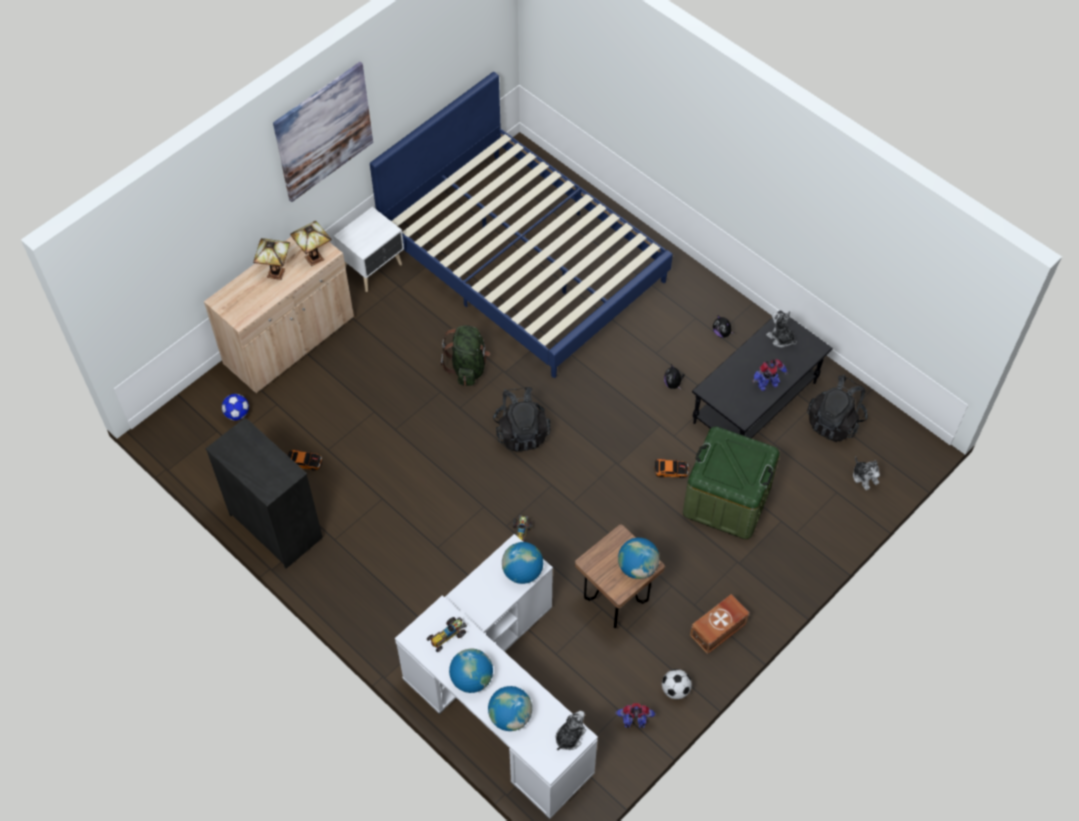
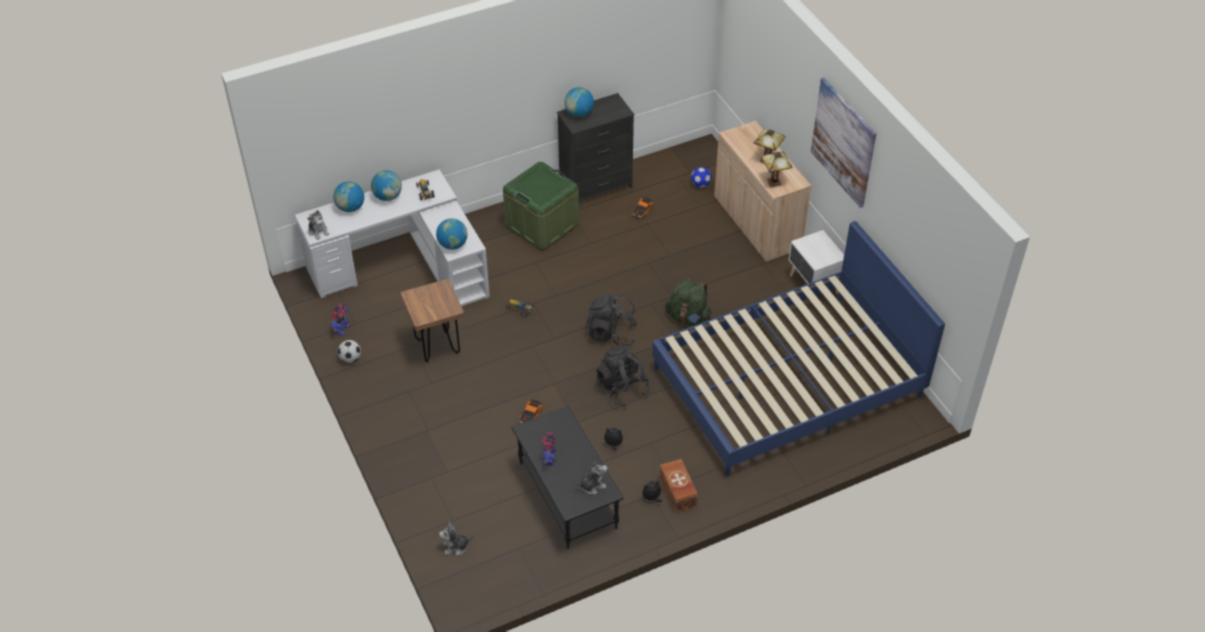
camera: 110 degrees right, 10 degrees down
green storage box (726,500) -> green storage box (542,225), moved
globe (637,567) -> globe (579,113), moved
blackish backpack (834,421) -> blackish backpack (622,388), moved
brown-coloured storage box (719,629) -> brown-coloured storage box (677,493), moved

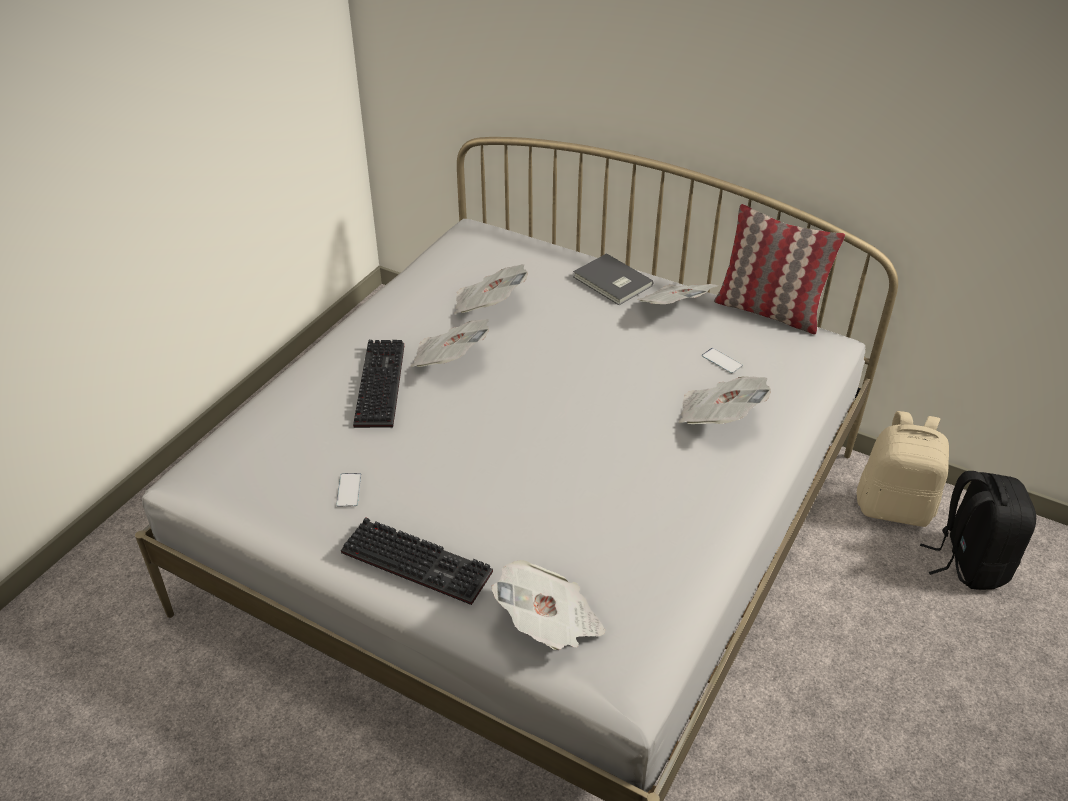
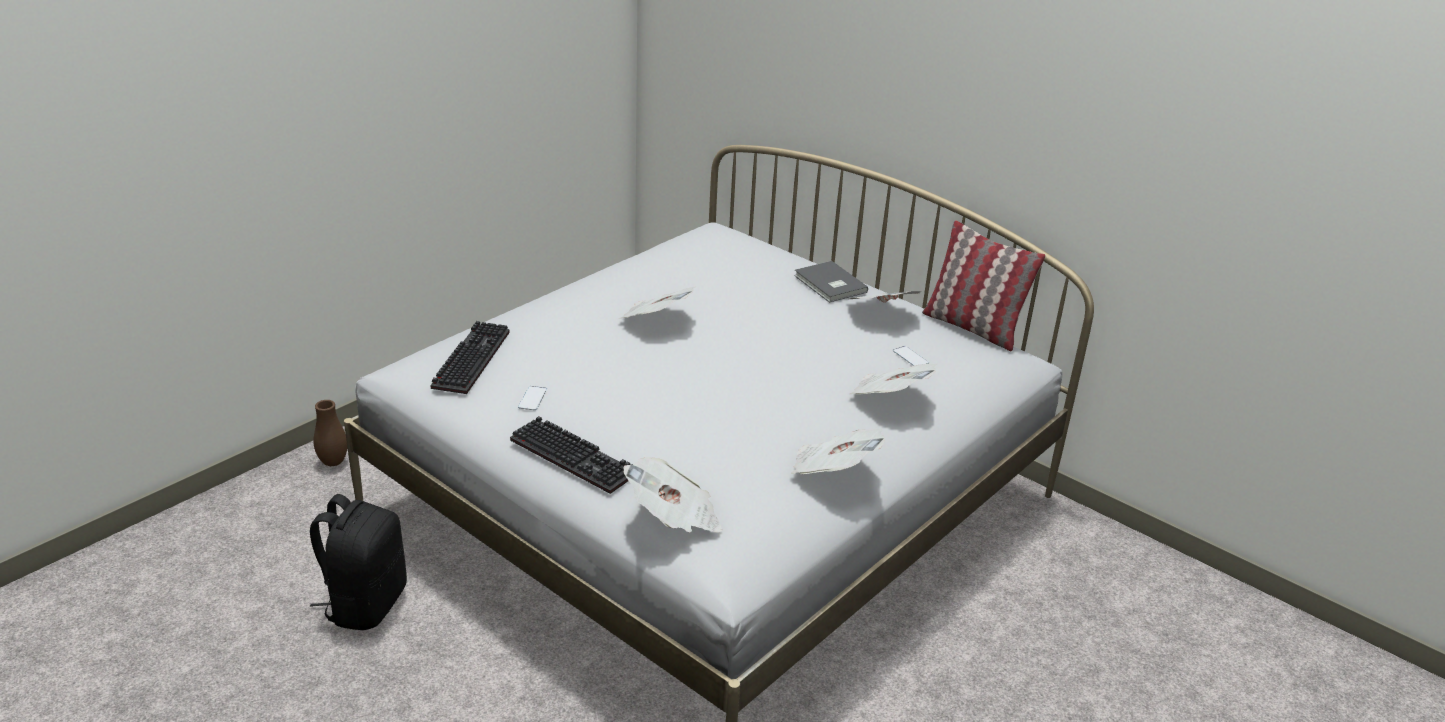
camera: 10 degrees right, 10 degrees down
blackish backpack (968,562) -> blackish backpack (365,604), moved
none -> brown-coloured decorative vase (333,462)
keyboard (377,383) -> keyboard (470,358), moved
printed paper (489,306) -> printed paper (833,471), moved
beige backpack (894,507) -> none

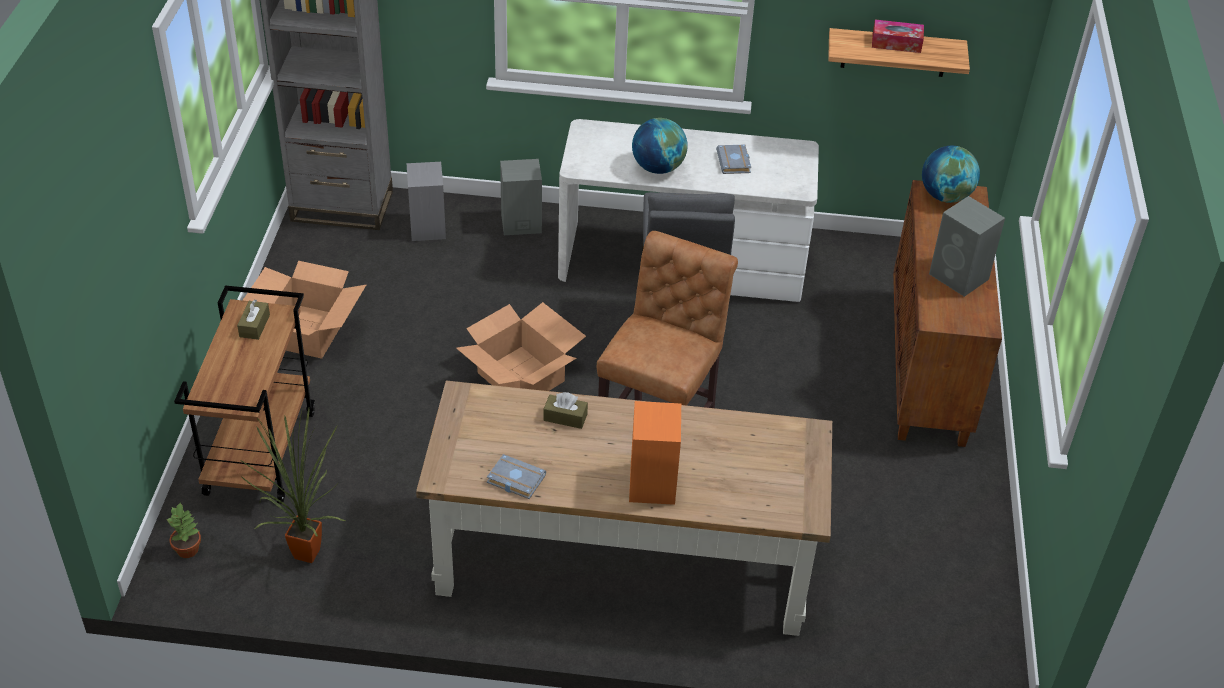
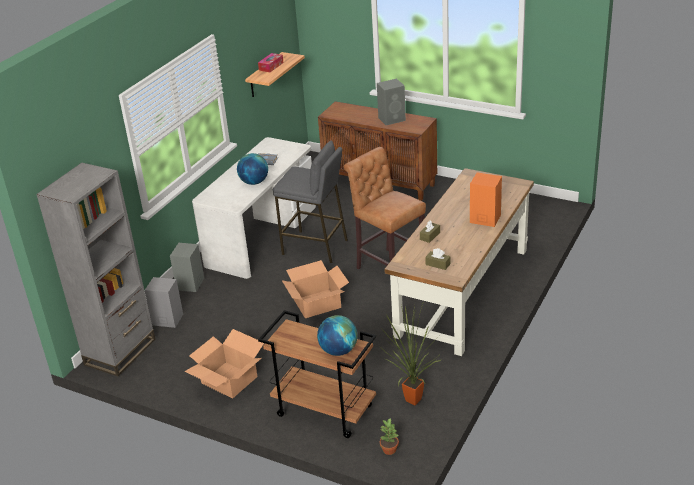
camera: 65 degrees left, 10 degrees down
globe (945,196) -> globe (338,350), moved
brown-coloured tissue box (254,326) -> brown-coloured tissue box (438,264), moved
greyish book (514,480) -> none

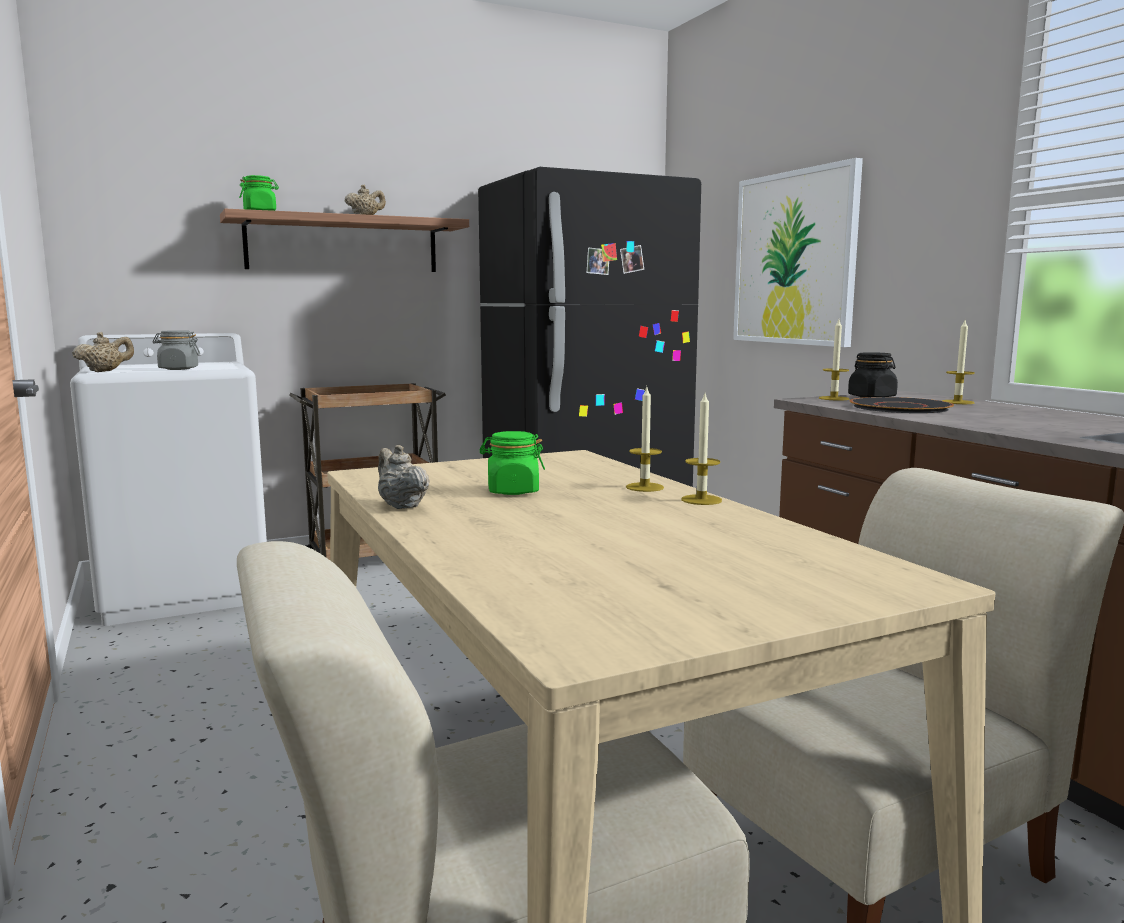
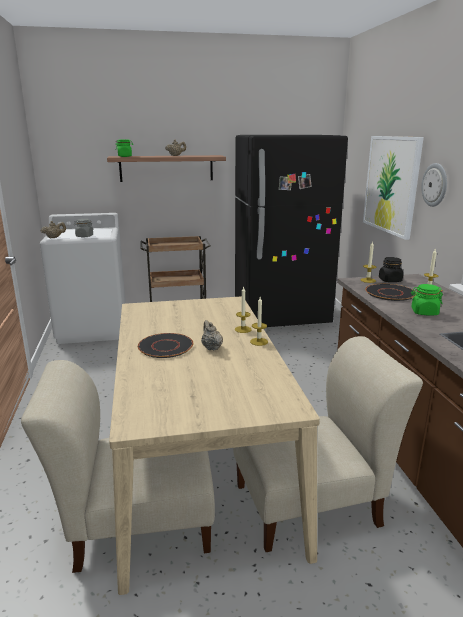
camera: 15 degrees right, 10 degrees up
none -> blackish flat dish (165,346)
beige teapot (401,506) -> beige teapot (211,347), moved
green jar (512,491) -> green jar (424,312), moved
none -> clock on the wall (435,185)

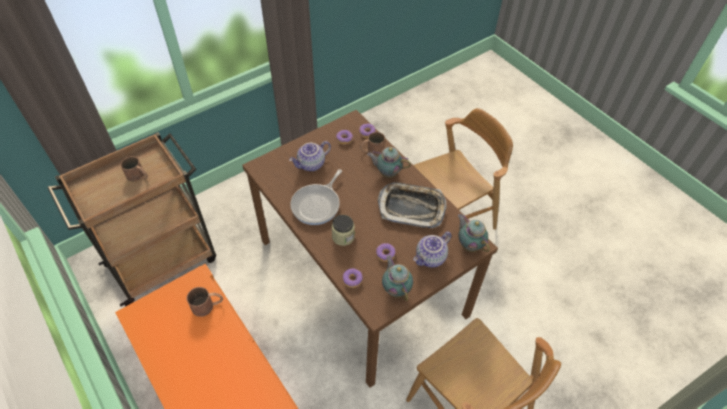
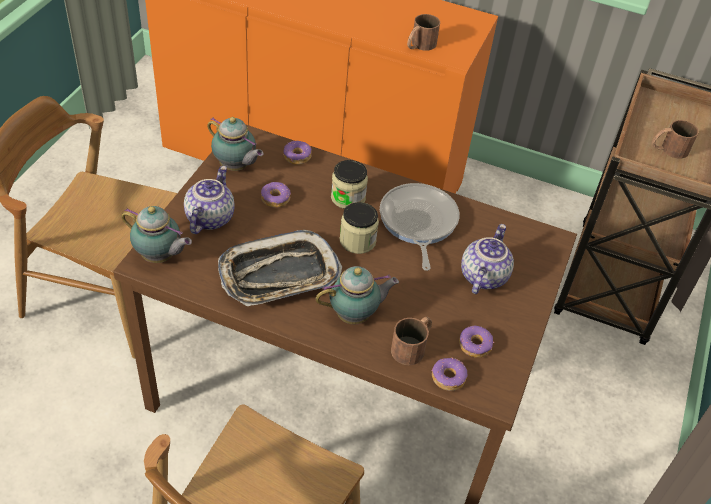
camera: 145 degrees right, 5 degrees down
none -> jar (357,241)

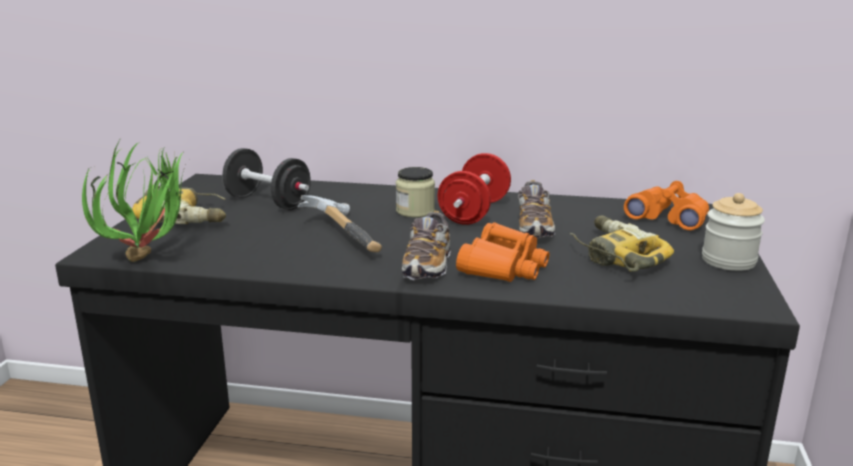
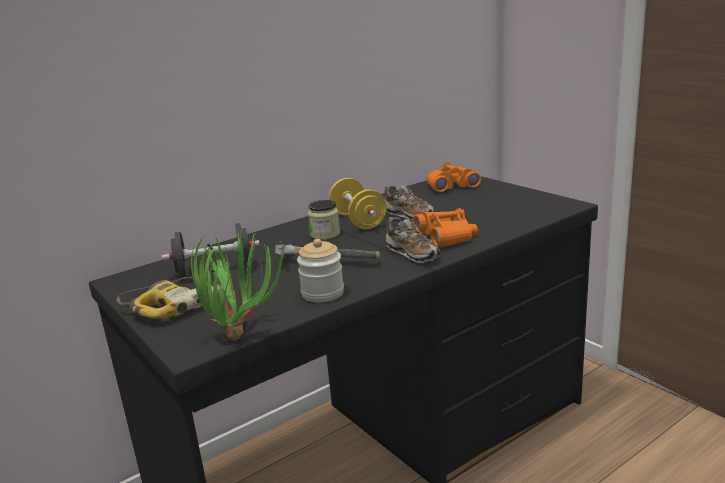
camera: 45 degrees left, 0 degrees up
jar (728,261) -> jar (322,293), moved
reddish hand weight (474,212) -> yellowish hand weight (358,221)
drill (613,255) -> none

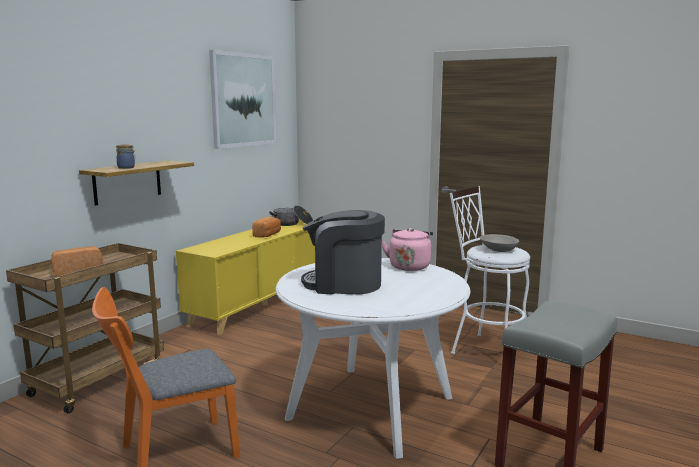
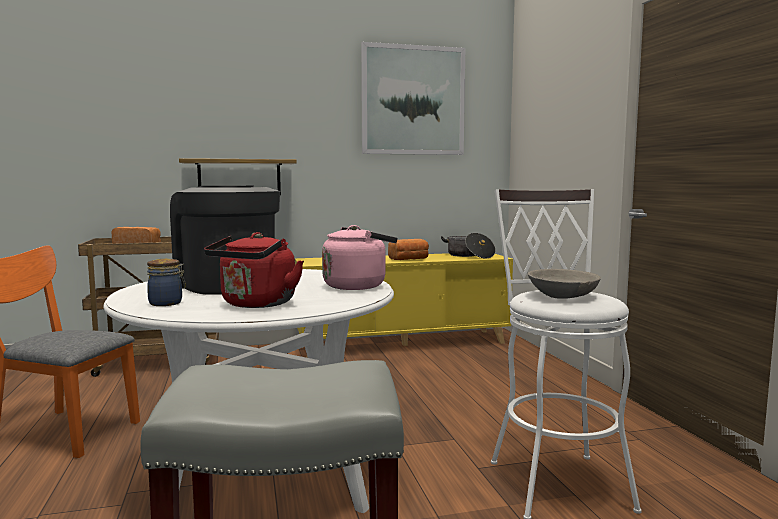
camera: 45 degrees right, 5 degrees down
jar (127,167) -> jar (167,303), moved
none -> reddish kettle (256,304)

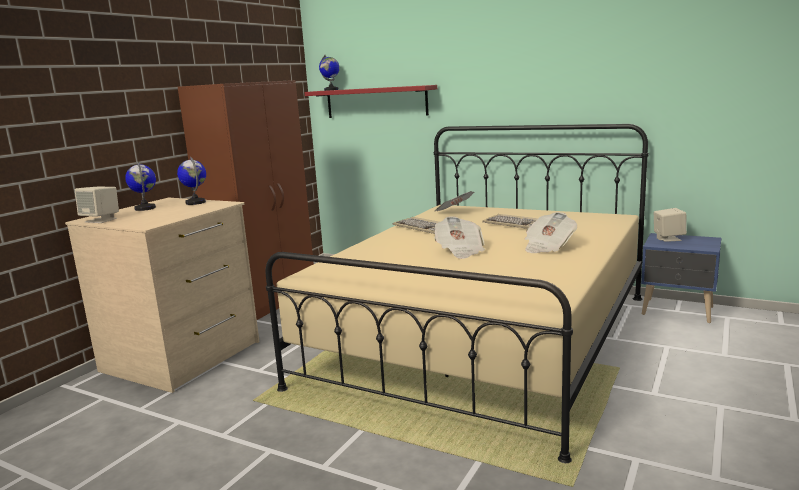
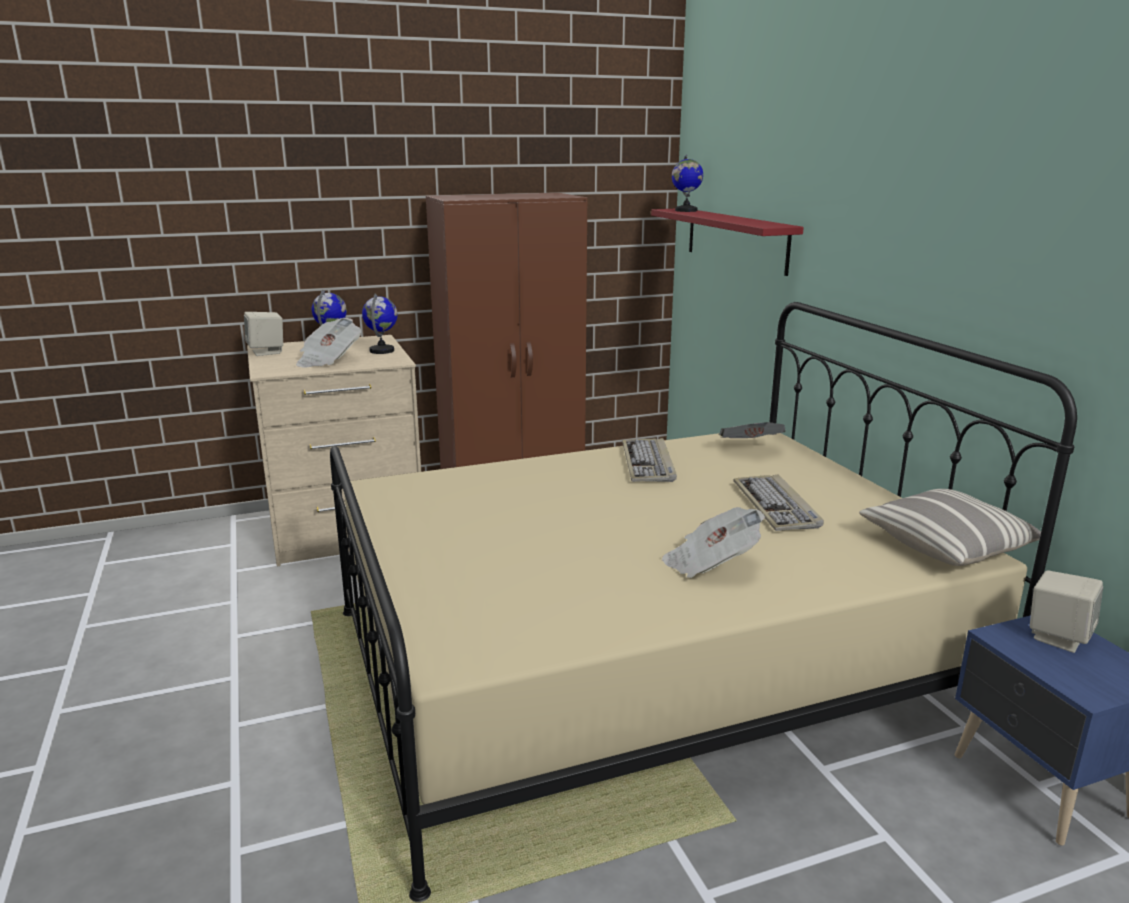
camera: 40 degrees right, 5 degrees up
printed paper (459,251) -> printed paper (328,361), moved
none -> cushion (948,546)

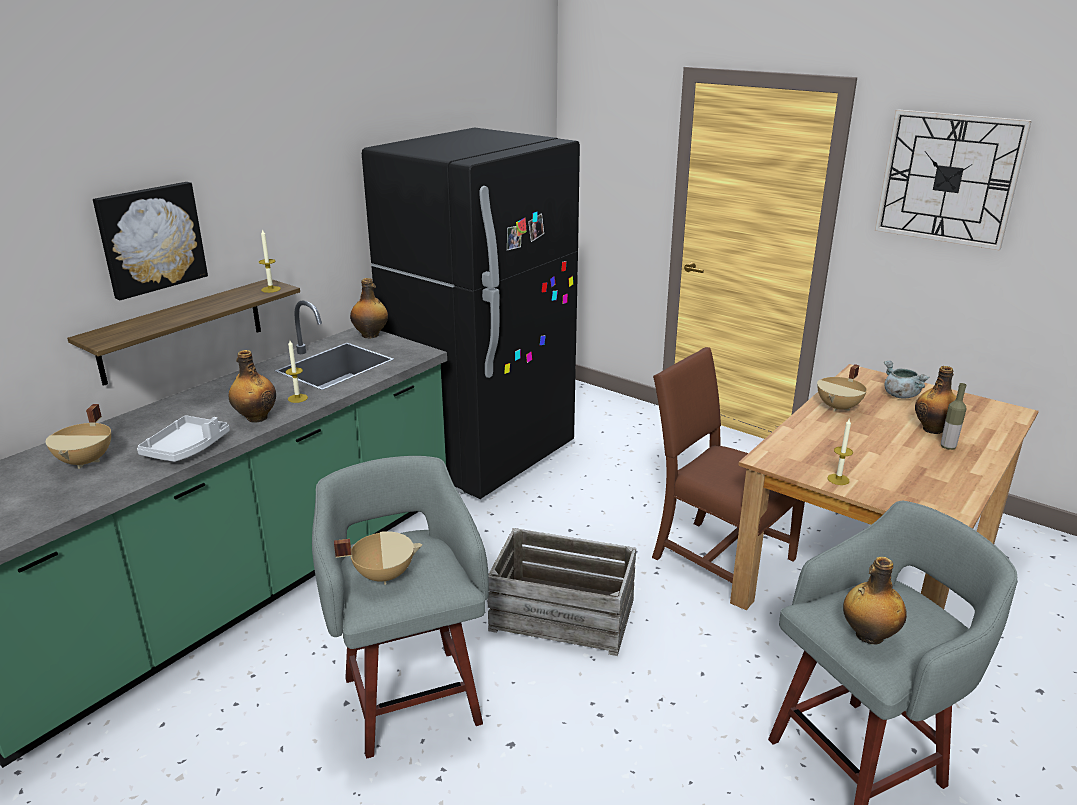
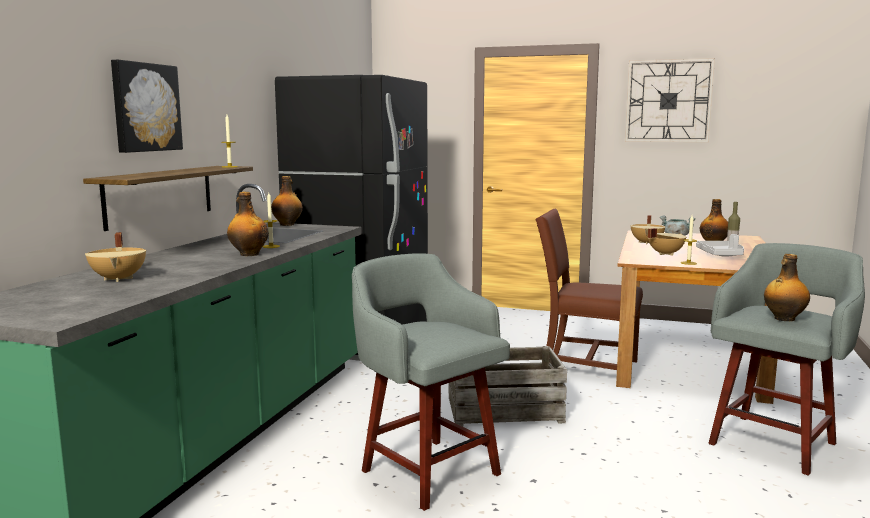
camera: 20 degrees left, 15 degrees down
beige saucepot (383,575) -> beige saucepot (664,254), moved
greyish tray (187,448) -> greyish tray (721,255), moved

